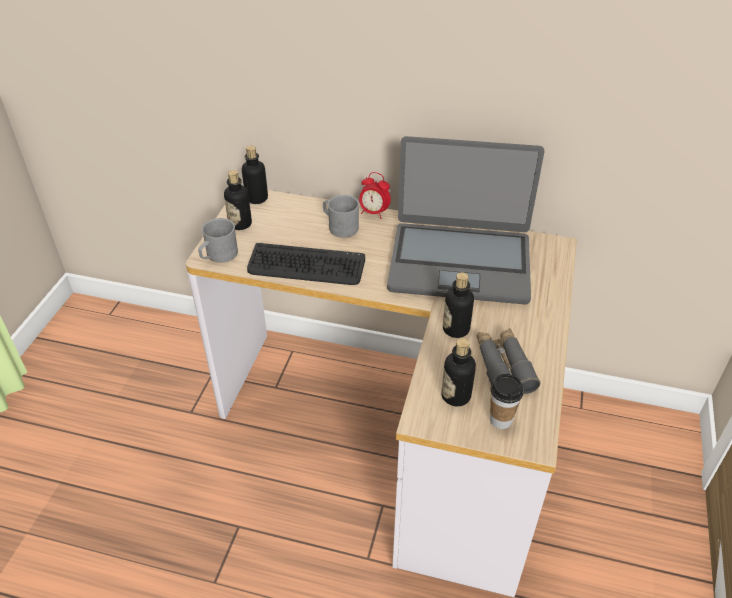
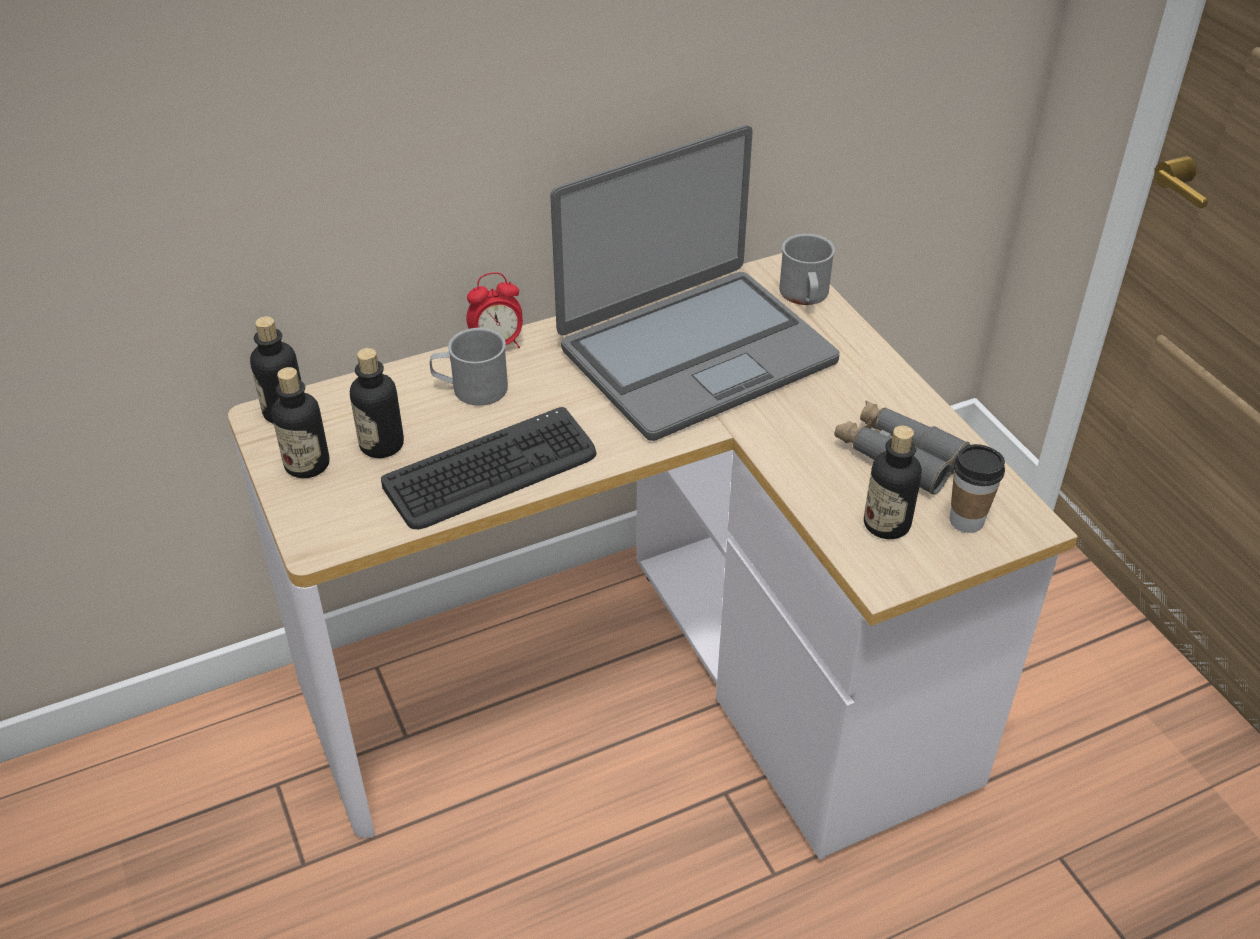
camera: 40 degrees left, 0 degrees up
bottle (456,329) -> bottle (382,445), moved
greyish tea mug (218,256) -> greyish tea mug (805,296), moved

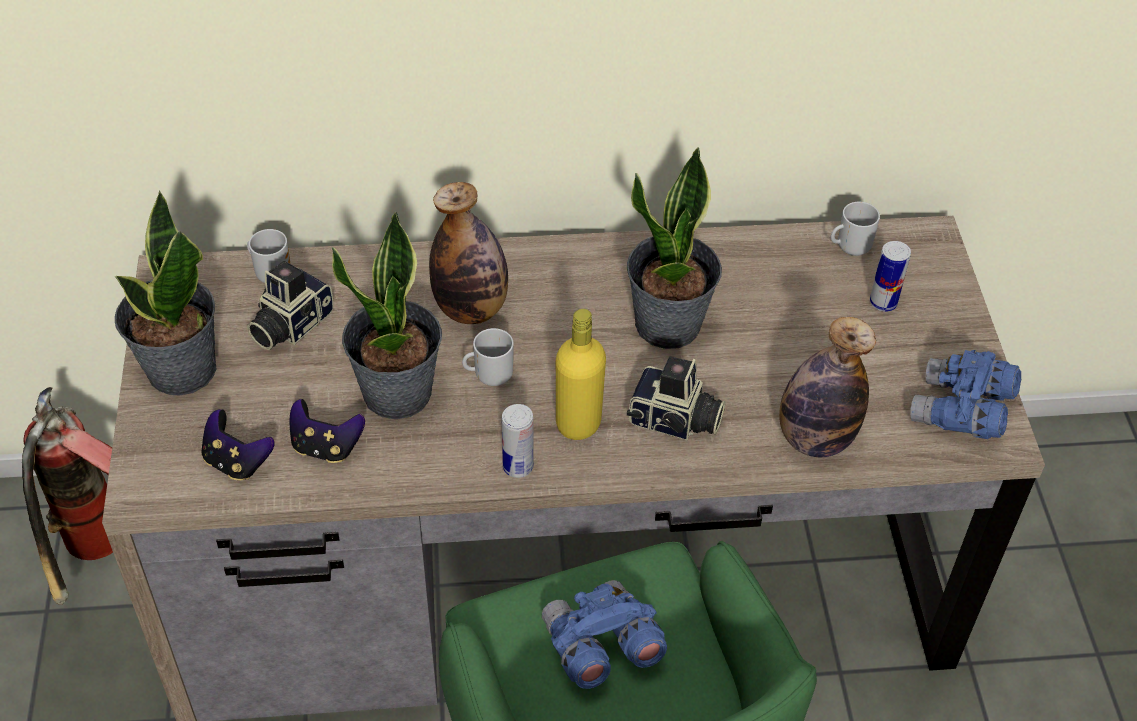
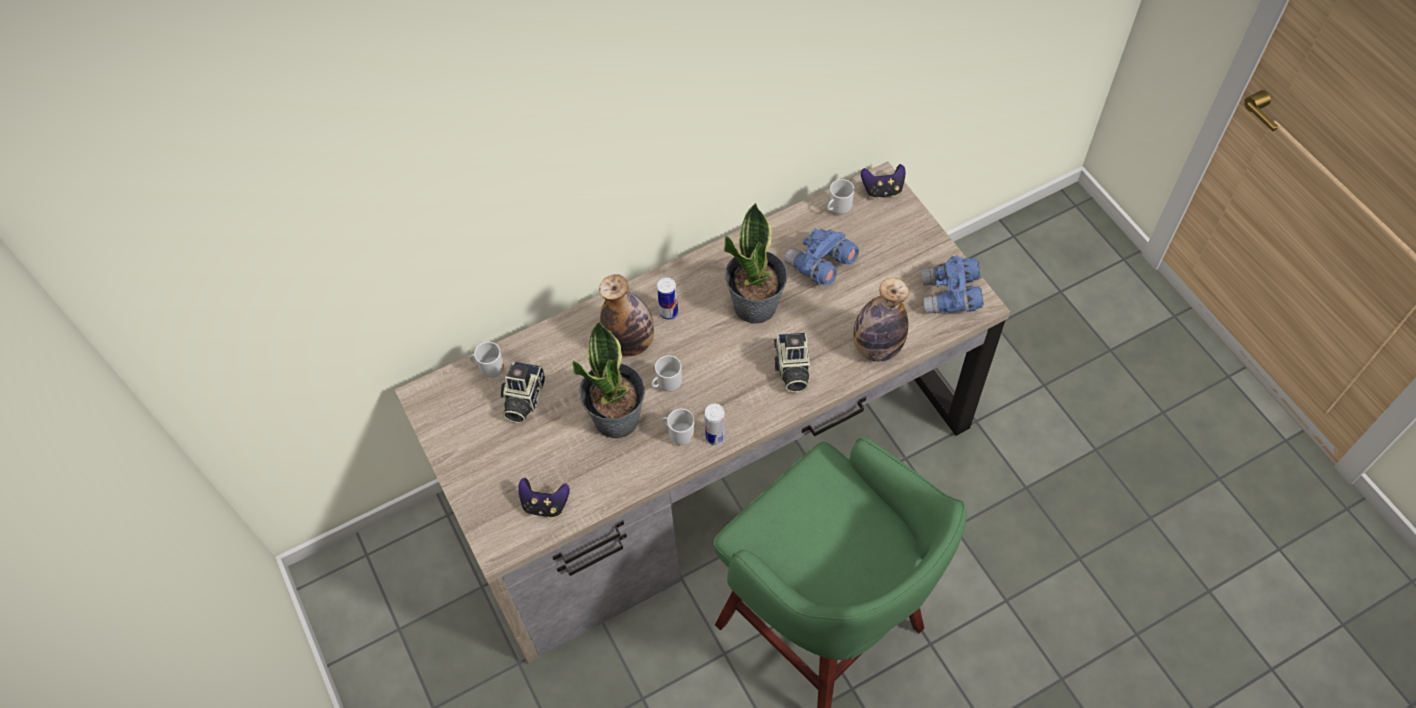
camera: 20 degrees left, 10 degrees up
sealed can (883,303) -> sealed can (669,313), moved
none -> tea mug (681,435)
still camera (674,422) -> still camera (791,369), 90 degrees clockwise
blue-coloured binoculars (600,648) -> blue-coloured binoculars (820,265), moved
gamepad (326,447) -> gamepad (882,190), moved
extinguisher (96,556) -> none
houseplant (180,370) -> none
yellowish bottle (578,423) -> none

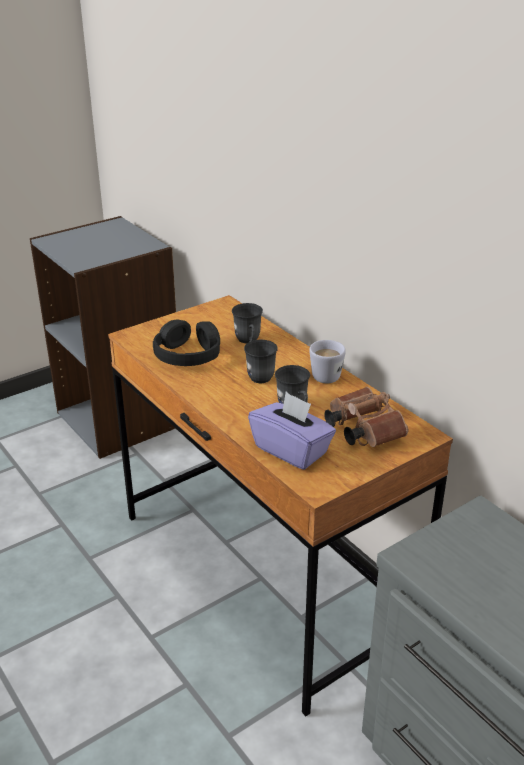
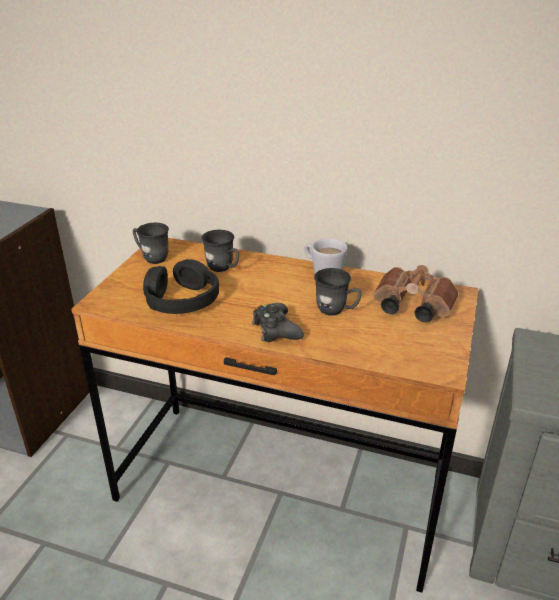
camera: 35 degrees left, 0 degrees up
greyish tea mug (258,375) -> greyish tea mug (151,257), moved
none -> blackish gamepad (276,329)
purple tissue box (291,450) -> none

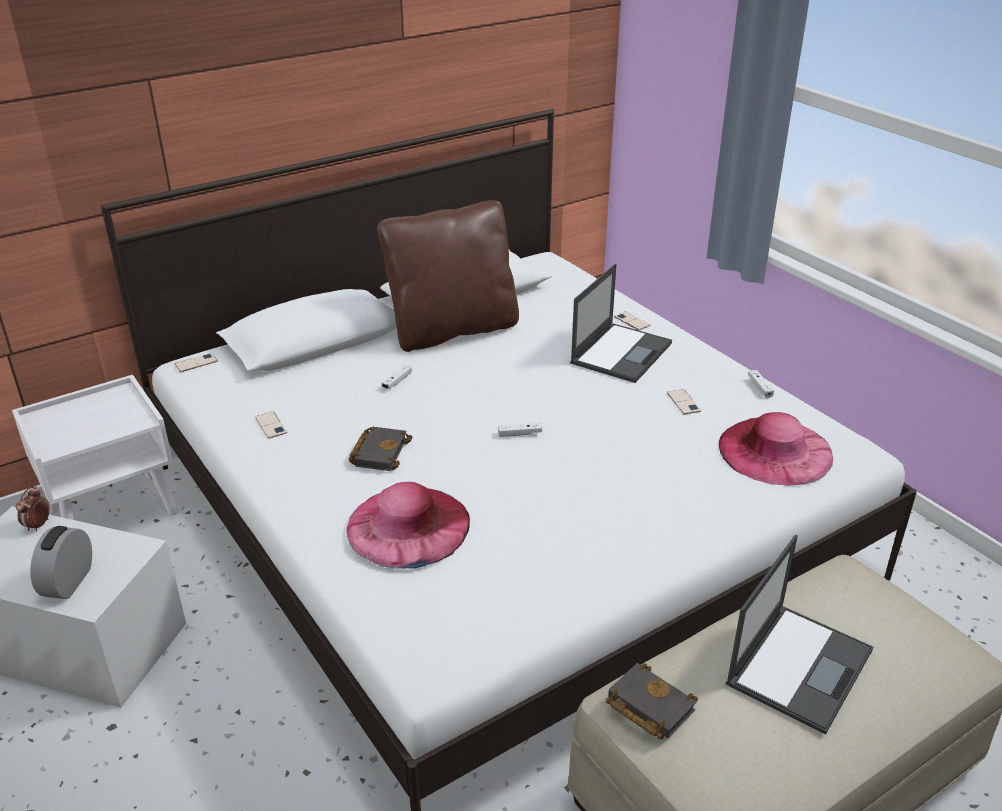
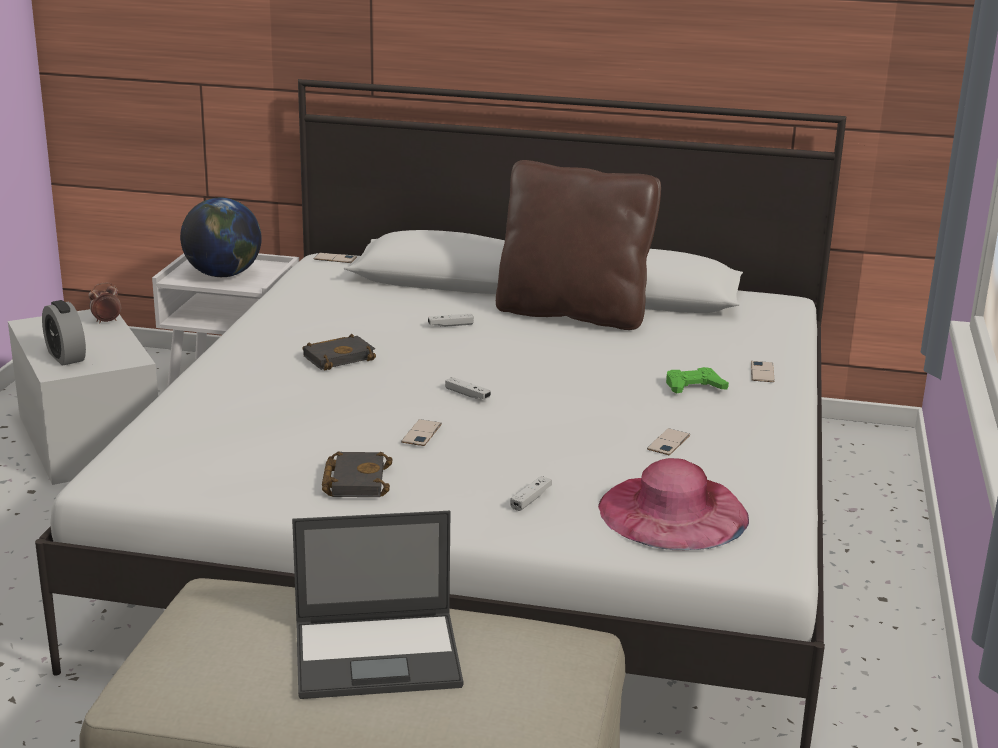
camera: 45 degrees right, 10 degrees down
table clock (68,582) -> table clock (66,356), 90 degrees counterclockwise
none -> globe (223,274)
blackish book (647,706) -> blackish book (354,480), moved
telephone (271,425) -> telephone (421,433), moved
whitish gamepad (759,387) -> whitish gamepad (531,499), moved
notebook computer (621,352) -> green gamepad (694,387)
pink-coloured wearable hat (408,525) -> none

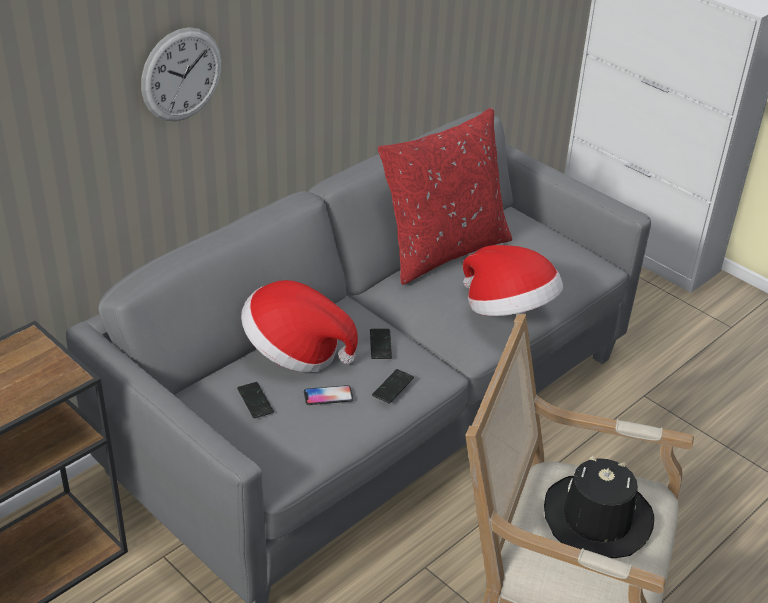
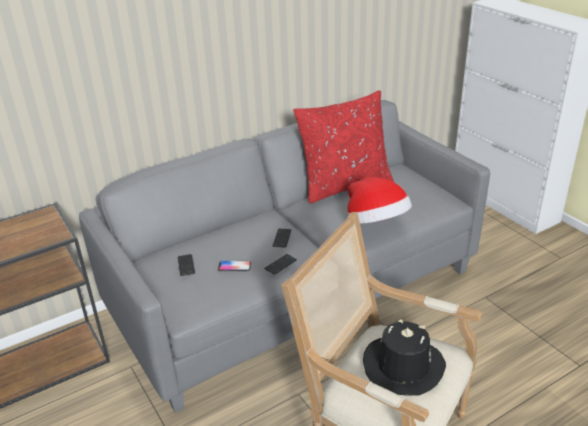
camera: 15 degrees right, 5 degrees down
clock on the wall (182,75) -> none
wearable hat (295,352) -> none

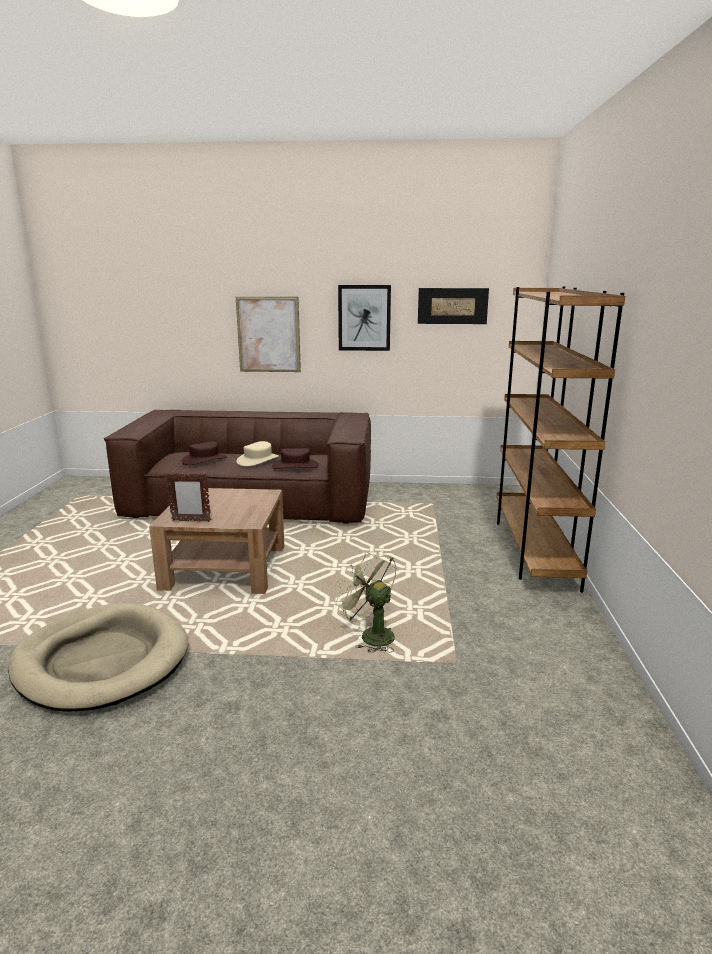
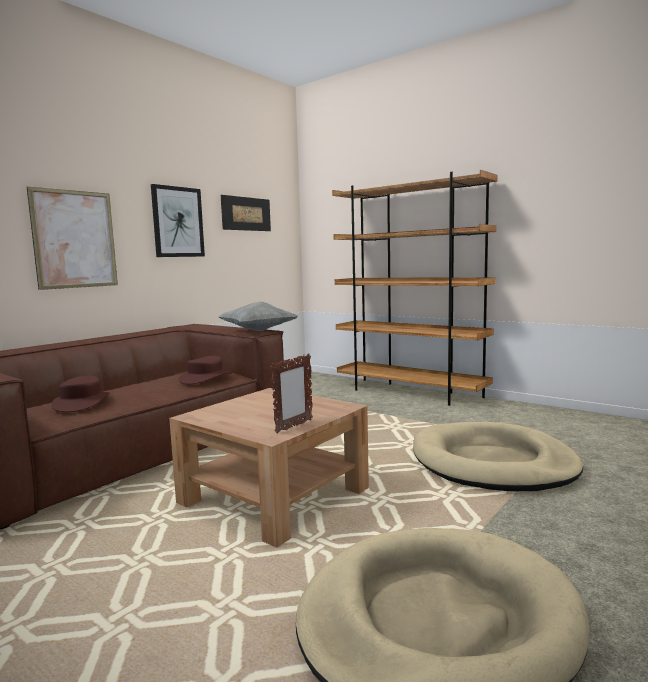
camera: 55 degrees left, 10 degrees down
none -> greyish cushion (258,331)
green electric fan (370,635) -> beige dog bed (492,463)
beige wearable hat (258,460) -> none

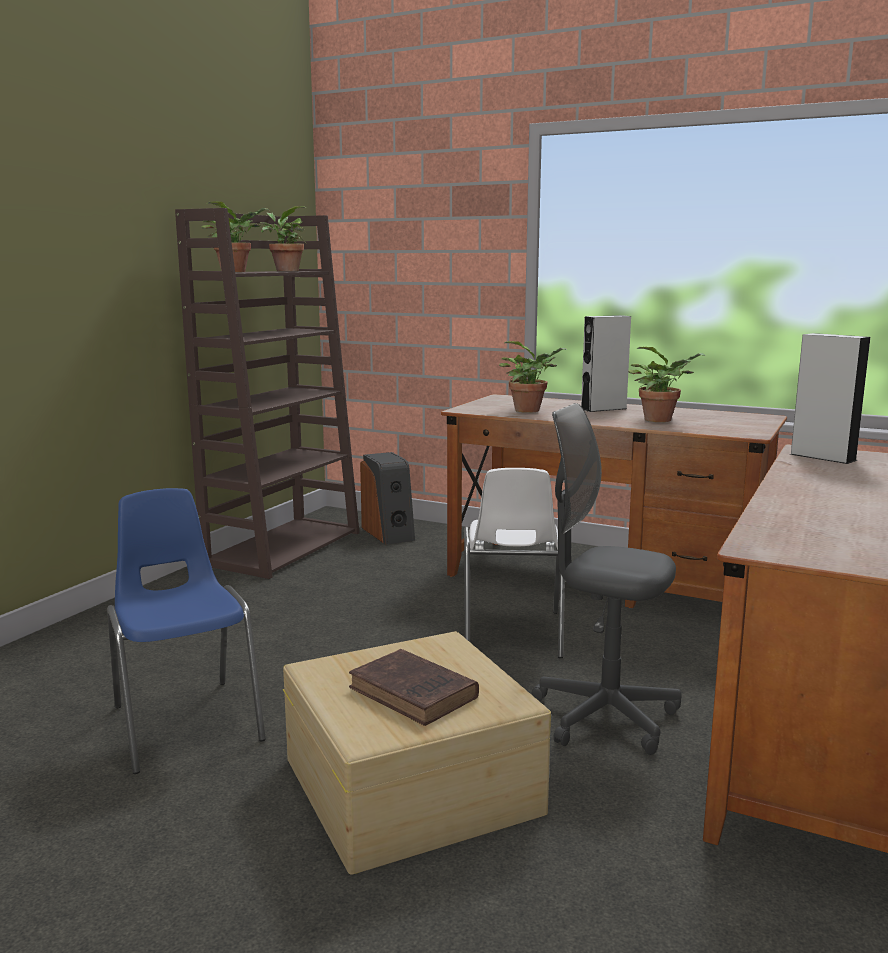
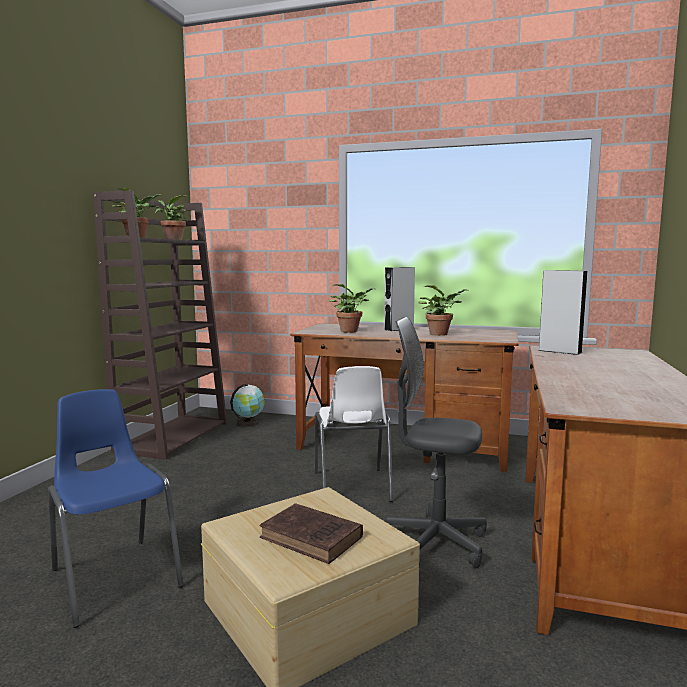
camera: 10 degrees left, 5 degrees down
audio speaker (389,533) -> globe (248,423)

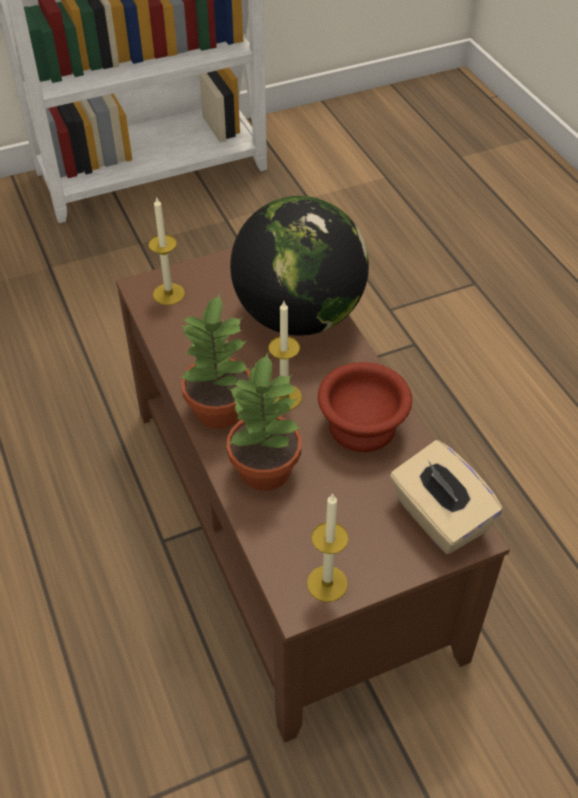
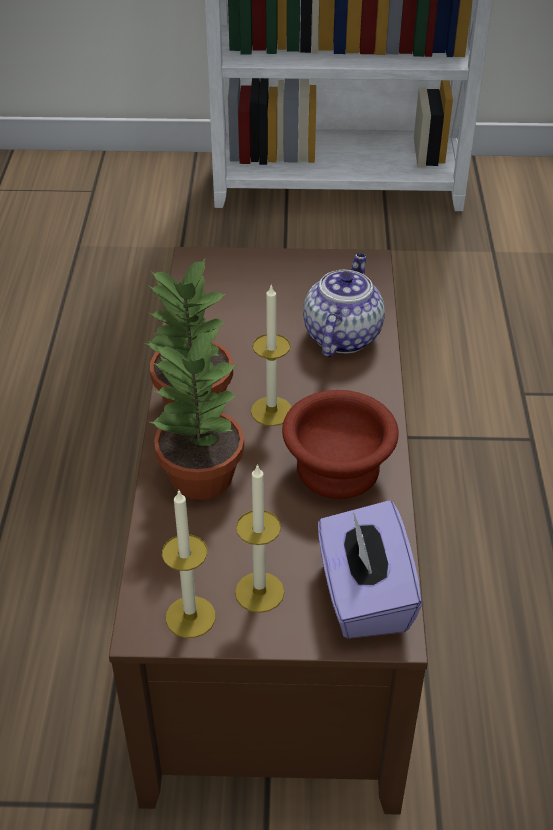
camera: 25 degrees right, 5 degrees down
candle (169,294) -> candle (259,592), moved
globe (298,316) -> teapot (342,335)
beige tissue box (439,517) -> purple tissue box (363,596)

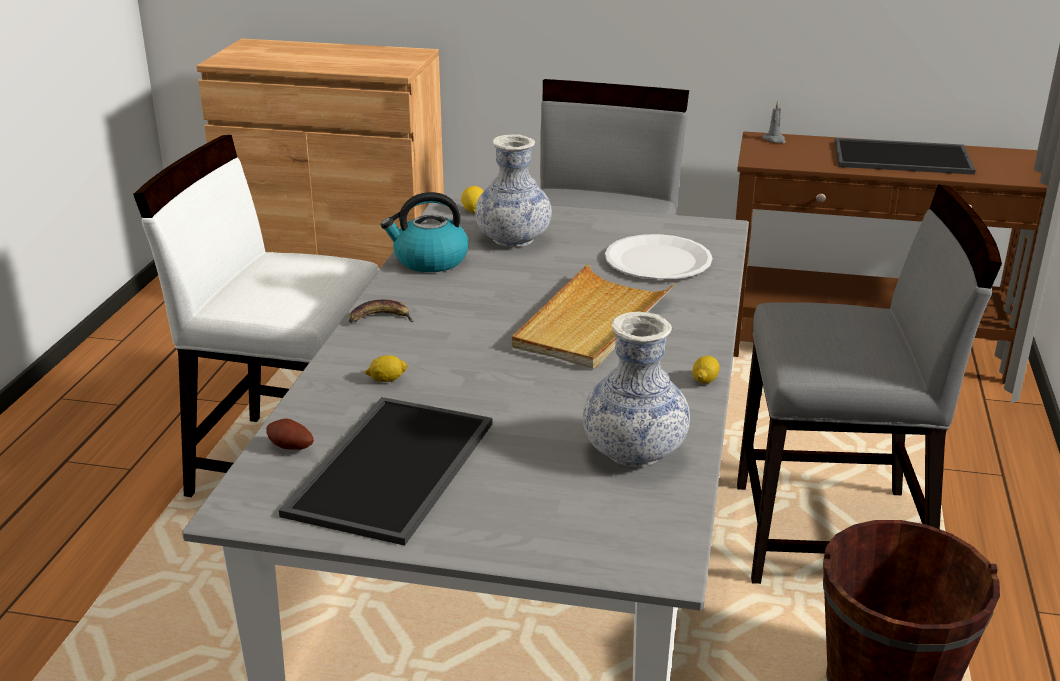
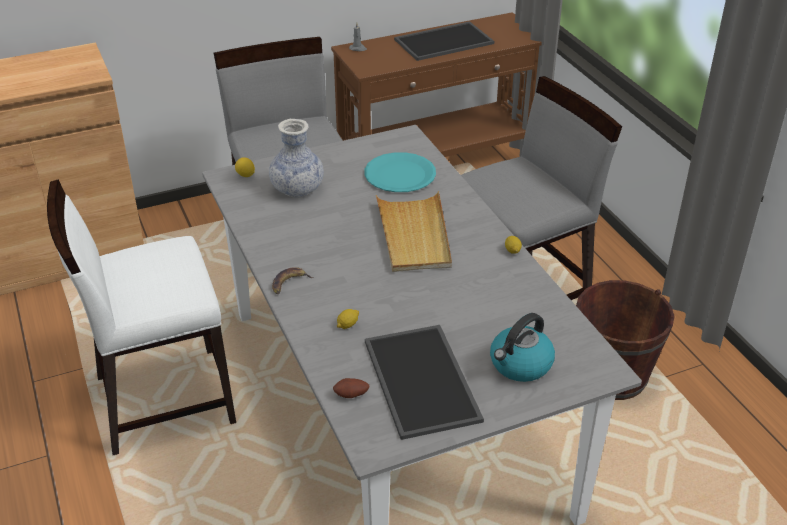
camera: 35 degrees left, 10 degrees up
whitish flat dish (657,260) -> blue-green flat dish (399,174)
kettle (429,260) -> kettle (520,365), moved
decorative vase (634,451) -> none

